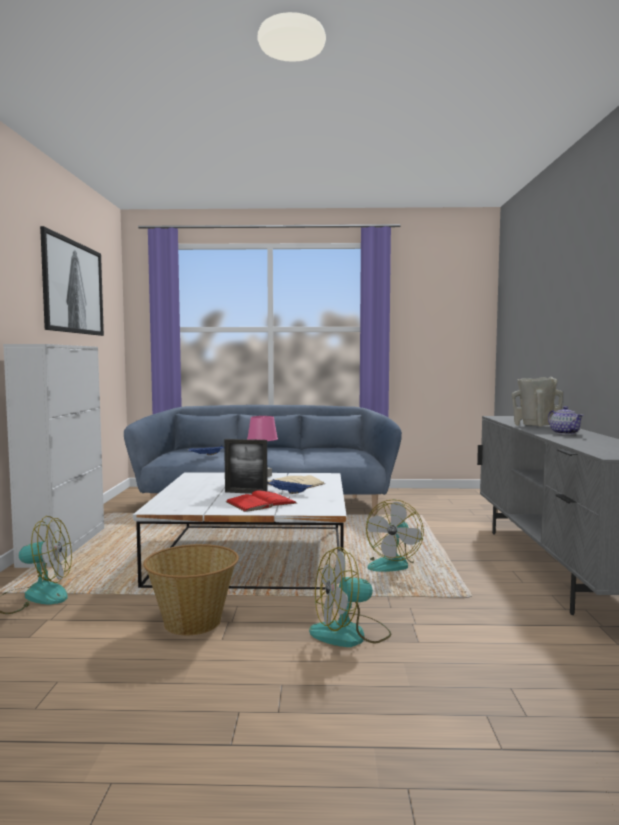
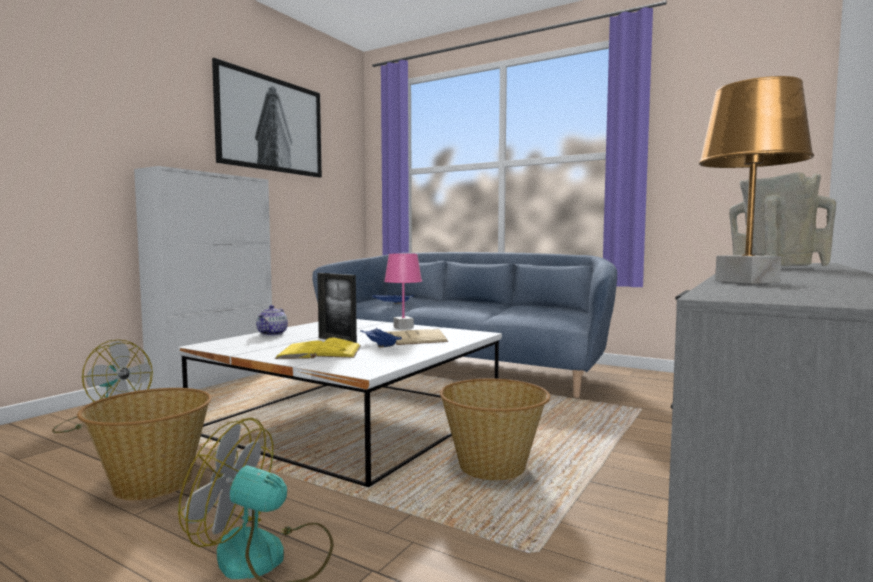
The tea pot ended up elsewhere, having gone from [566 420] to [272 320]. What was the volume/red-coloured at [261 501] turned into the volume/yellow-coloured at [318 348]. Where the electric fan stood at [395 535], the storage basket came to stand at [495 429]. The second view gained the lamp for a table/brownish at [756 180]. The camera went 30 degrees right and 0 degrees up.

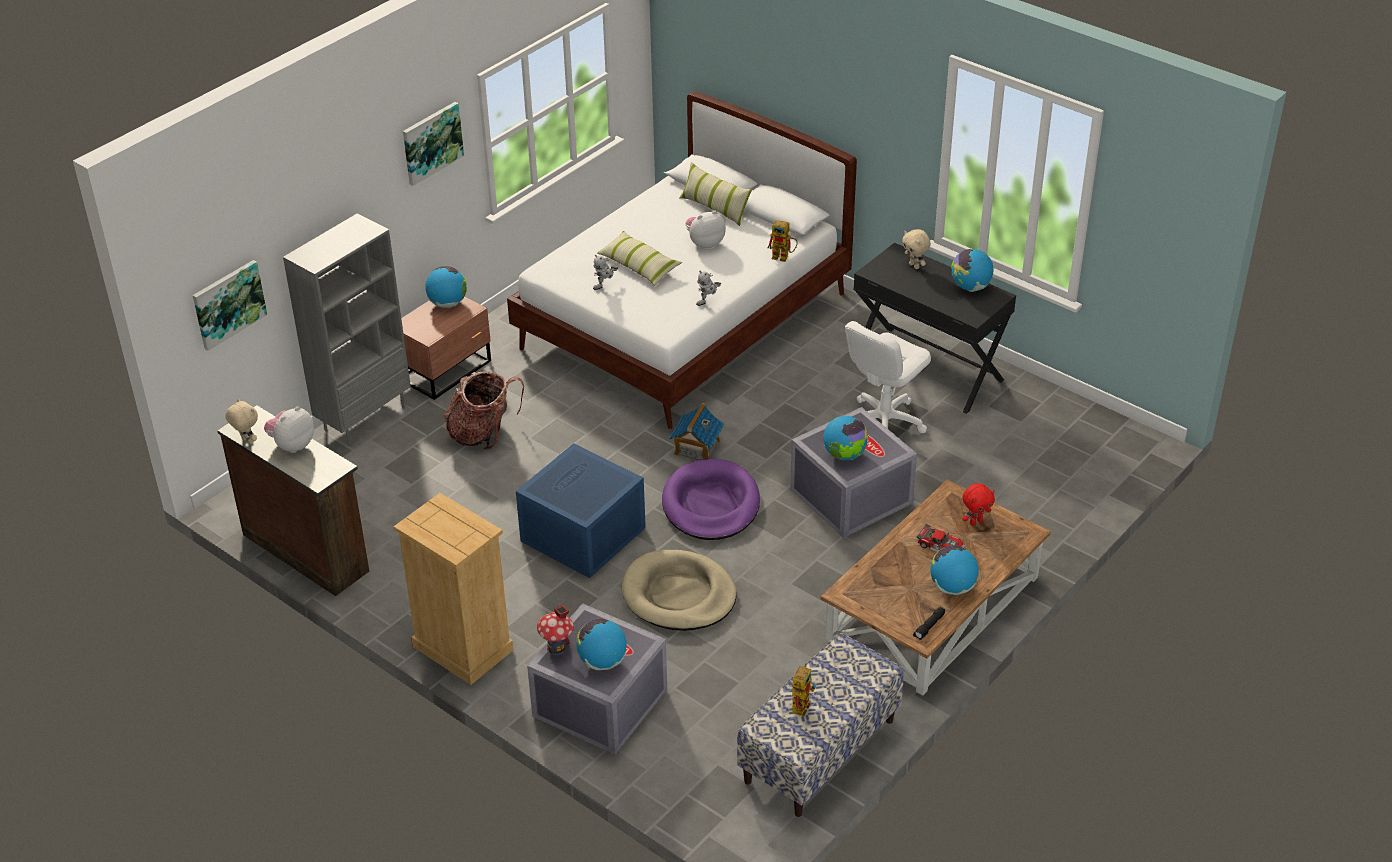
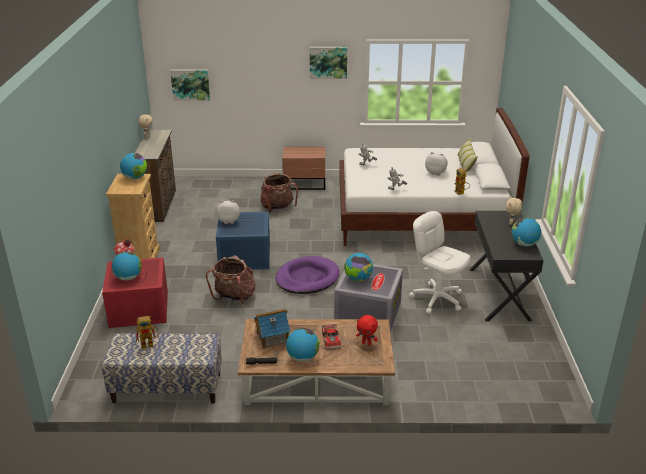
The second view lost the bookcase/greyish at [347 329]. The second view lost the throw pillow at [639 258]. The world globe ended up elsewhere, having gone from [446 287] to [133 166]. The computer chair/white at [888 377] ended up facing another way, 45 degrees clockwise from before. The toy house ended up elsewhere, having gone from [696 431] to [272 329]. The plush toy ended up elsewhere, having gone from [289 429] to [228 212]. Where the dog bed/sand-coloured stood at [679 590], the knapsack came to stand at [231 279]. What was the storage bin/greyish at [597 678] turned into the storage bin/red-coloured at [135 292]. The camera went 50 degrees right and 10 degrees down.

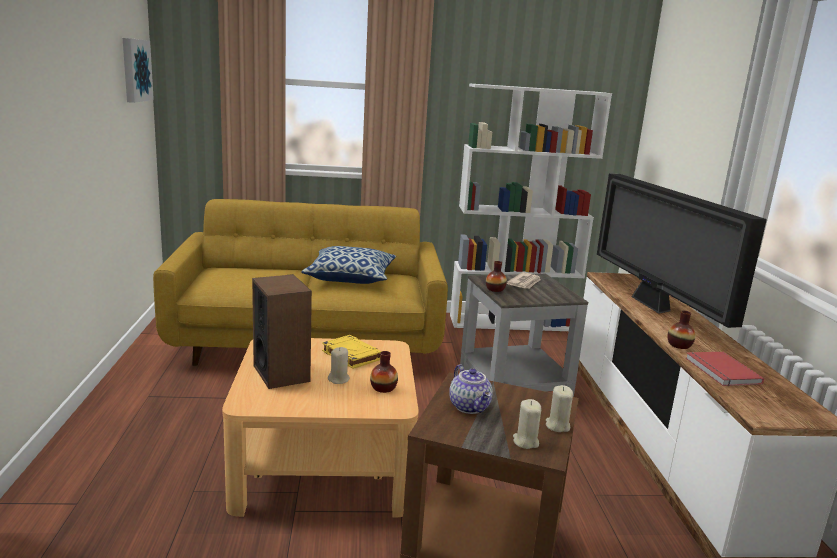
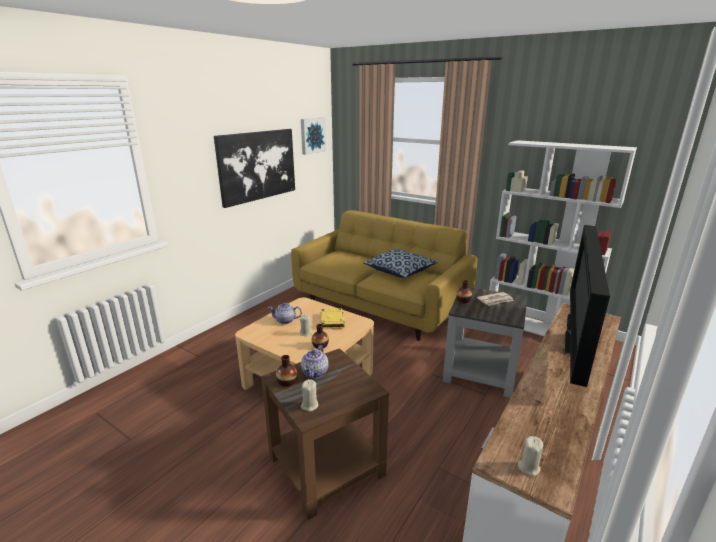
Where the loudspeaker stood at [282 331], the tea pot came to stand at [285 313]. The vase ended up elsewhere, having gone from [681 330] to [287 371]. The second view lost the volume/red-coloured at [725 369]. The wax light/sand-coloured ended up elsewhere, having gone from [559 408] to [530 456]. The second view gained the wall picture at [254 168]. The camera went 40 degrees right and 5 degrees up.

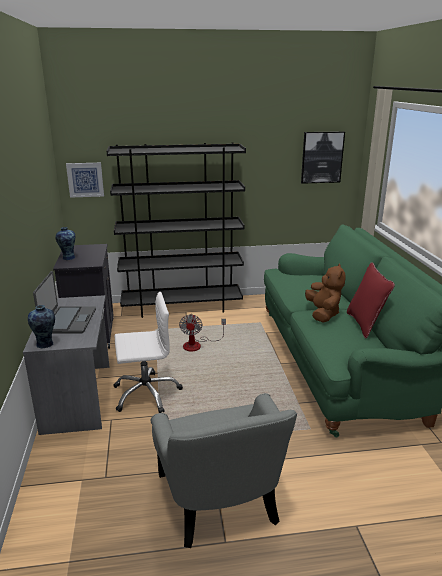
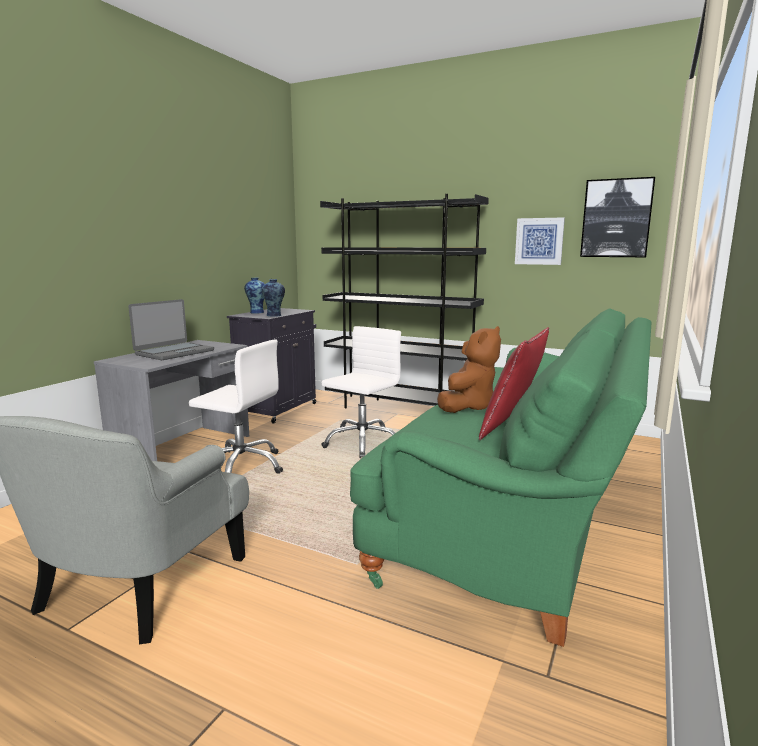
The wall picture ended up elsewhere, having gone from [85 180] to [540 241]. The vase ended up elsewhere, having gone from [41 327] to [273 298]. Where the electric fan stood at [202 332], the computer chair/white came to stand at [361 392]. The camera went 35 degrees right and 10 degrees down.

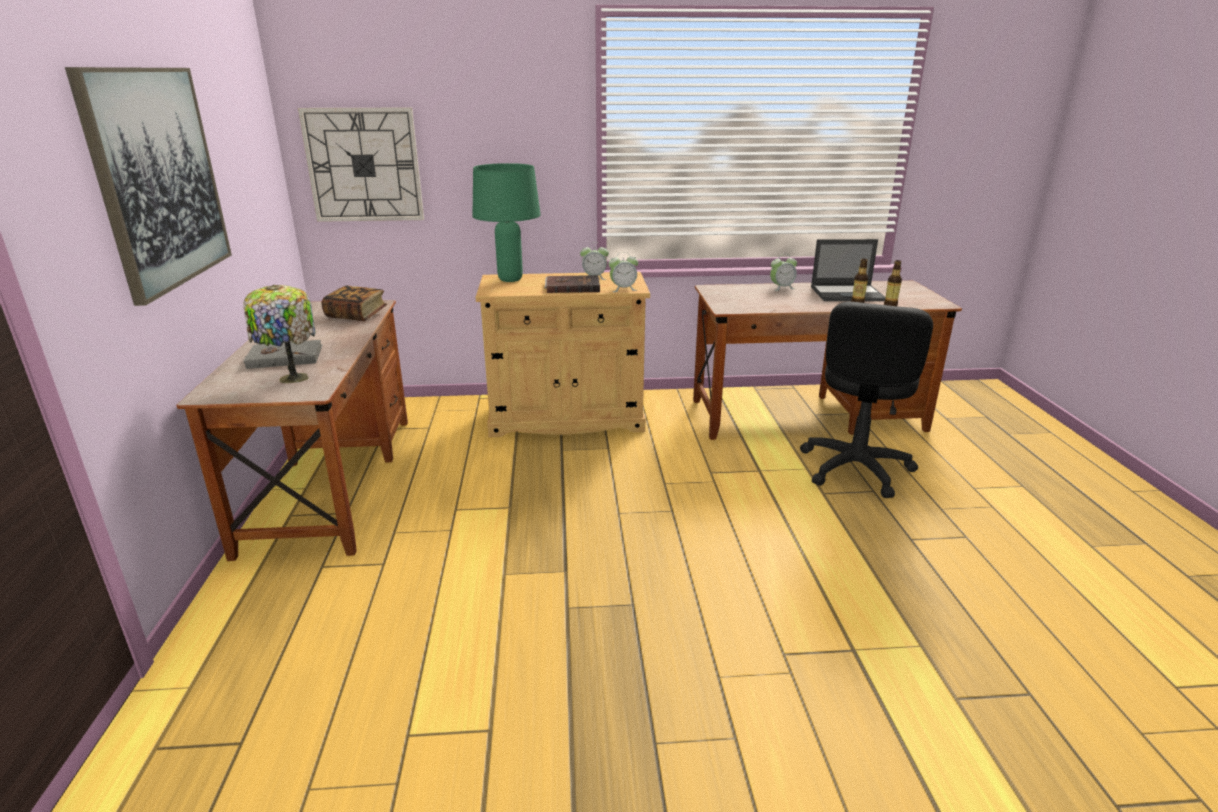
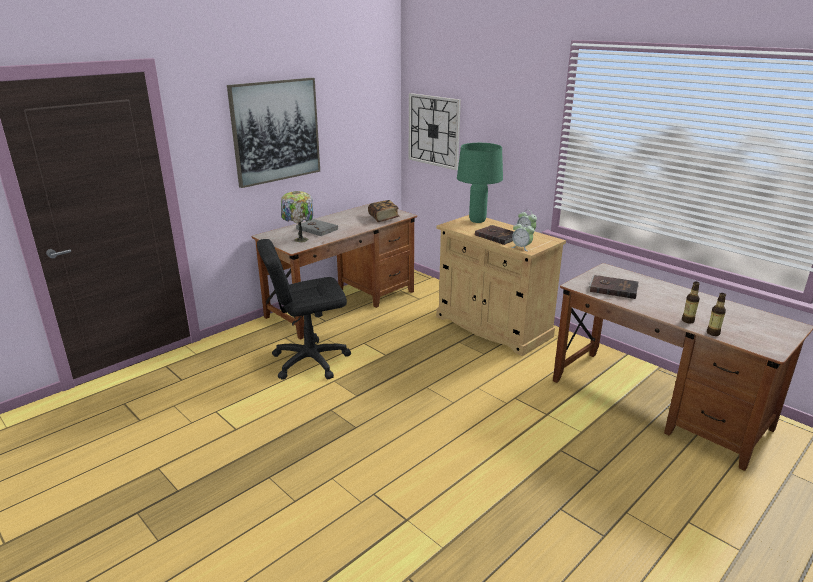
The second view lost the portable computer at [848 270]. The second view lost the bedside clock at [783 272]. The computer chair/blackish ended up elsewhere, having gone from [866 400] to [304 309]. The second view gained the volume/brownish at [614 287]. The camera went 50 degrees right and 0 degrees up.

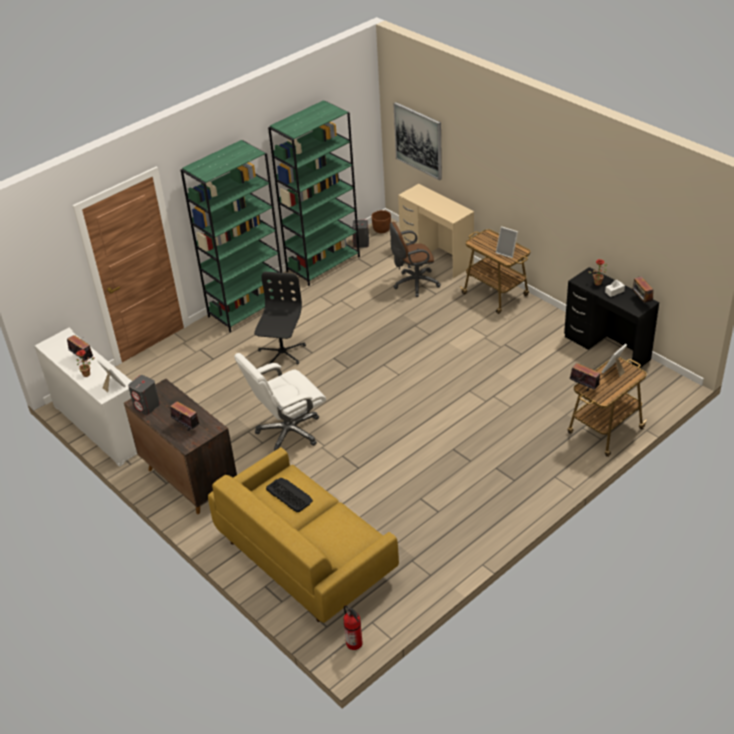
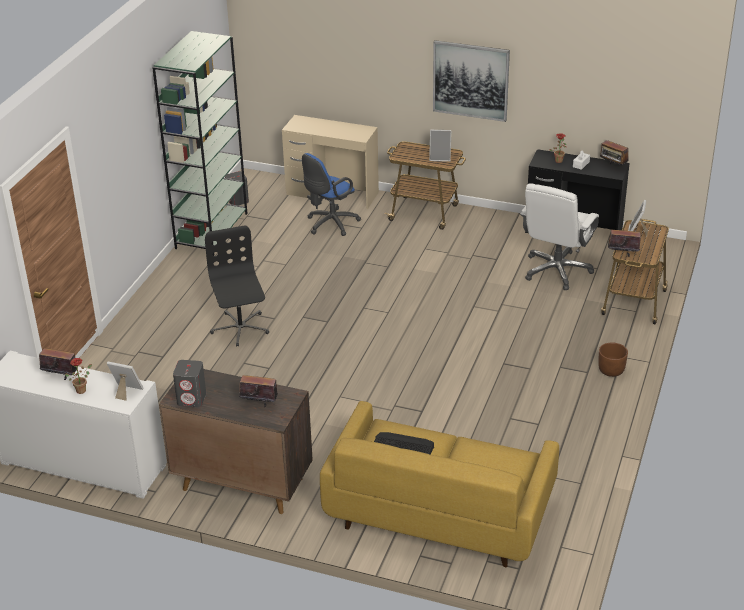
The wall picture ended up elsewhere, having gone from [417 141] to [471 81]. The second view lost the bookcase/green at [233 236]. The plant pot/brownish ended up elsewhere, having gone from [381 221] to [613 359]. What was the computer chair/brownish at [415 259] turned into the computer chair/blue at [331 194]. The computer chair/white ended up elsewhere, having gone from [280 402] to [559 236]. The second view lost the fire-fighting cylinder at [353 627]. The camera went 30 degrees left and 5 degrees down.

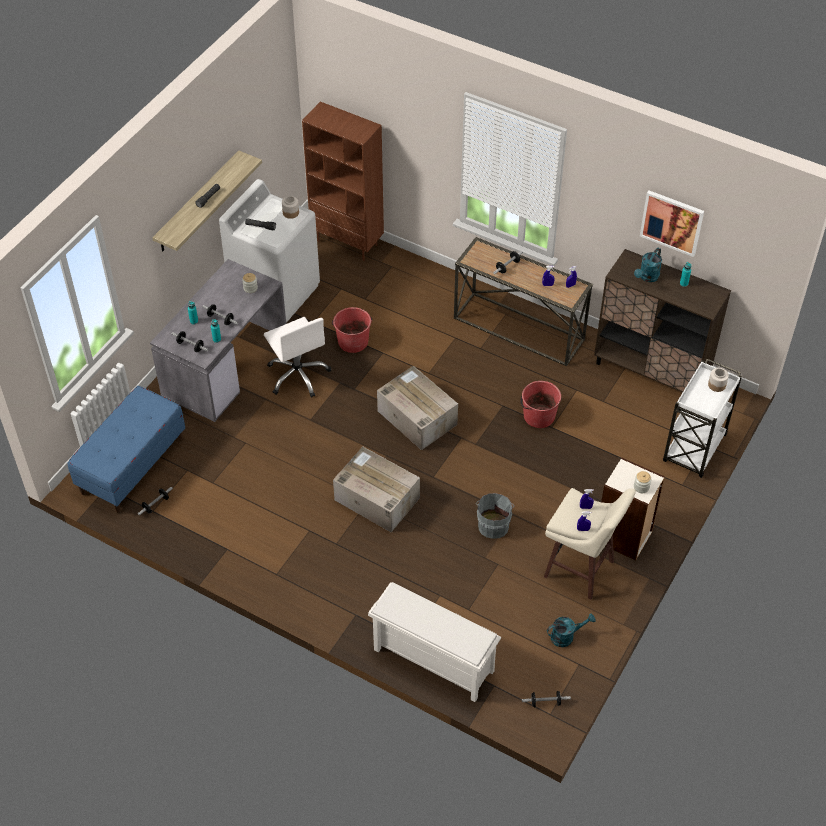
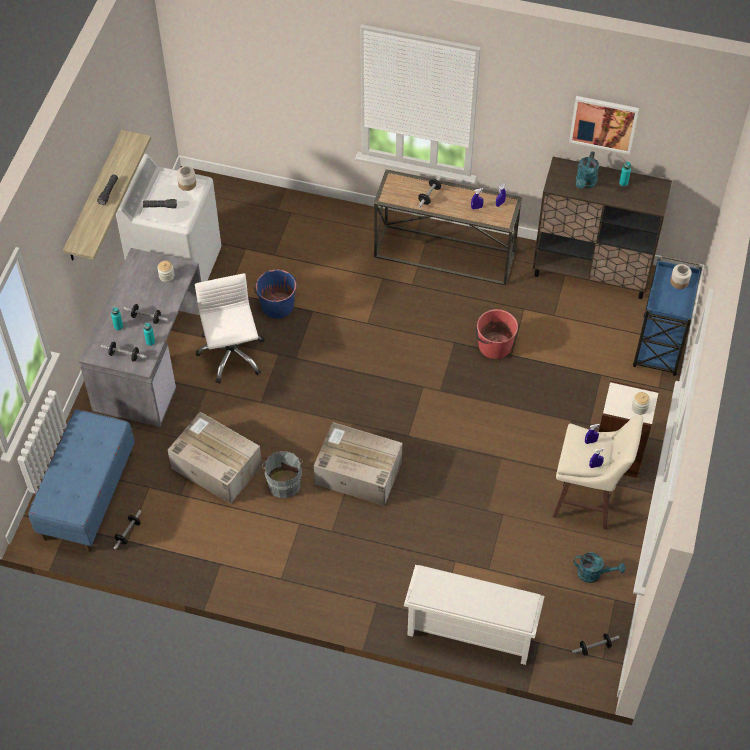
The second view lost the bookcase/brownish at [343 181]. What was the pail/red-coloured at [352 330] turned into the pail/blue at [275 293]. The computer chair/white at [297 357] ended up facing another way, 150 degrees counterclockwise from before. What was the trolley/white at [702 418] turned into the trolley/blue at [667 316]. The cardboard box ended up elsewhere, having gone from [417 408] to [215 458]. The pail/greyish ended up elsewhere, having gone from [495 516] to [282 474]. The watering pot/blue-green at [571 630] ended up facing another way, 45 degrees clockwise from before. The camera went 15 degrees left and 5 degrees up.

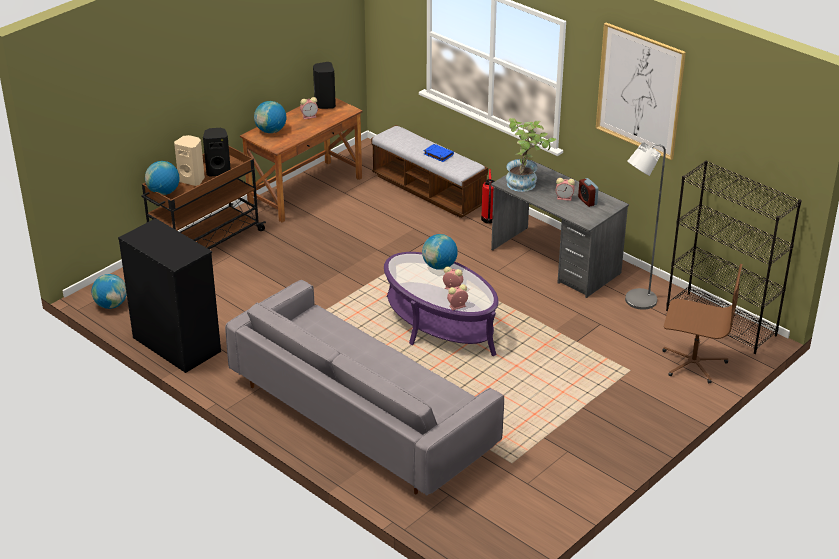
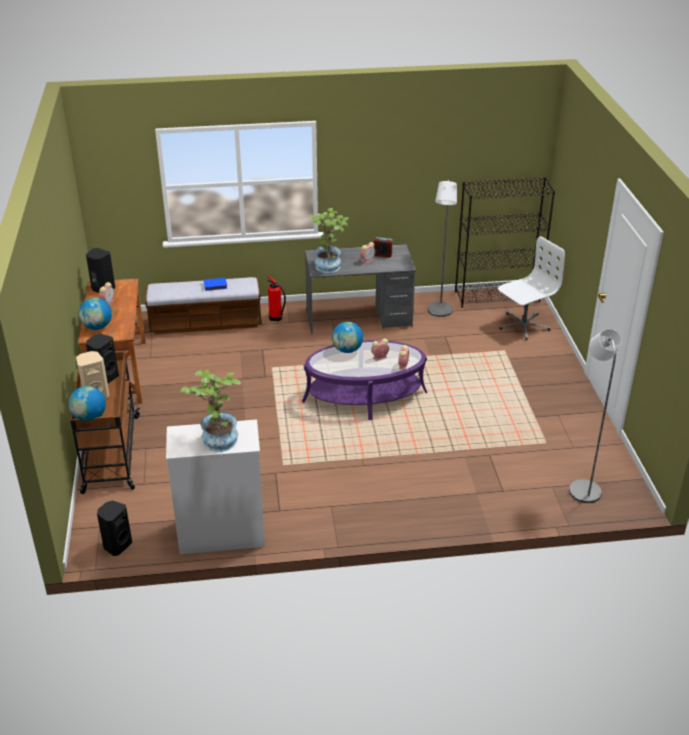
The second view lost the wall picture at [641 91]. What was the drawer chest/blackish at [169 295] turned into the drawer chest/white at [215 486]. What was the computer chair/brownish at [702 323] turned into the computer chair/white at [531 288]. Where the world globe stood at [109 291], the loudspeaker/blackish came to stand at [114 528]. The second view lost the settee/greyish at [364 388]. The second view gained the standard lamp/greyish at [595 416]. The second view gained the potted plant at [210 411]. The camera went 50 degrees left and 0 degrees up.

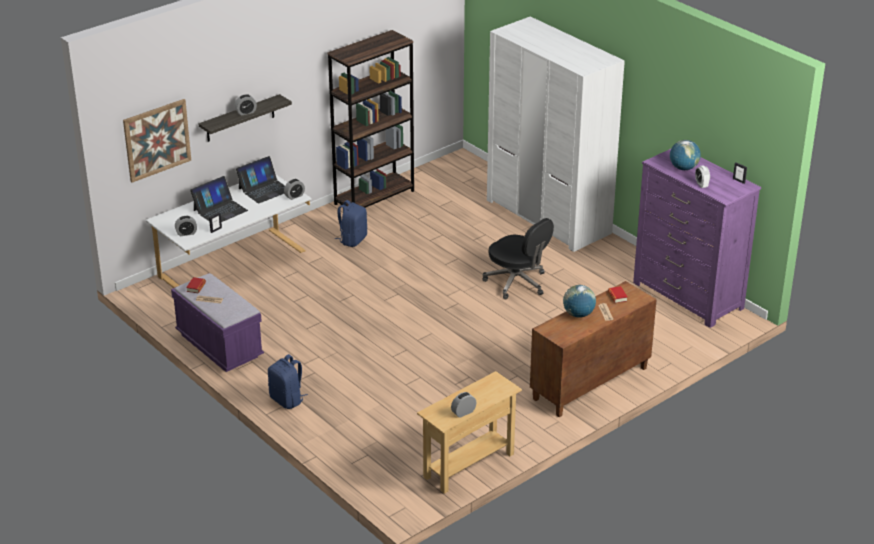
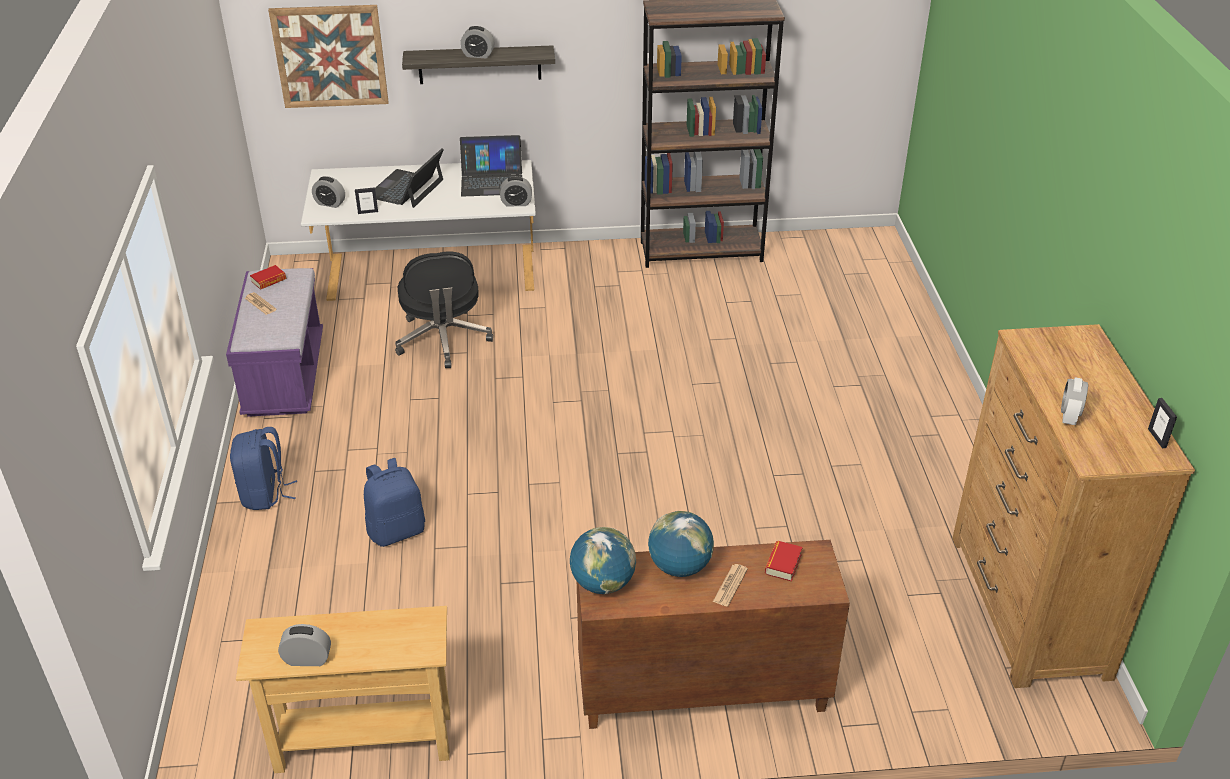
The second view lost the armoire/white at [556 134]. The world globe ended up elsewhere, having gone from [685 155] to [603 560]. What was the drawer chest/purple at [697 238] turned into the drawer chest/brownish at [1073 506]. The portable computer at [219 199] ended up facing another way, 120 degrees clockwise from before. The knapsack/blue ended up elsewhere, having gone from [351 223] to [394 502]. The computer chair/blackish ended up elsewhere, having gone from [518 258] to [444 309]. The camera went 35 degrees right and 5 degrees up.

